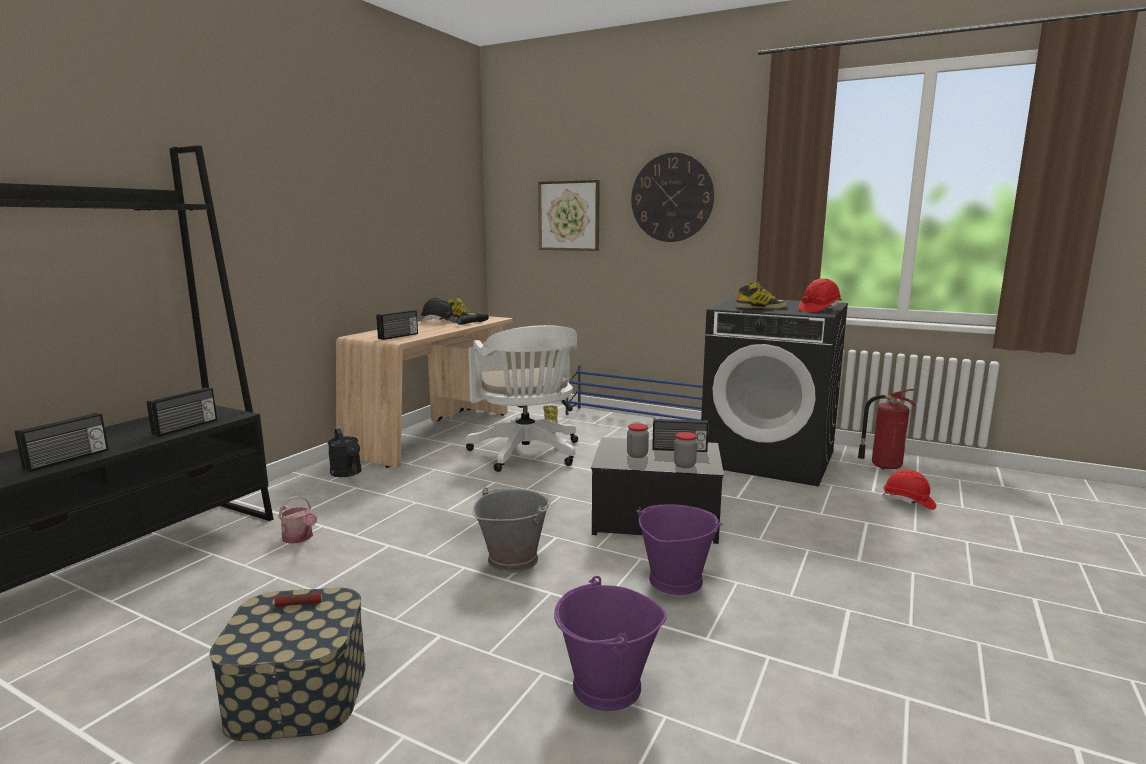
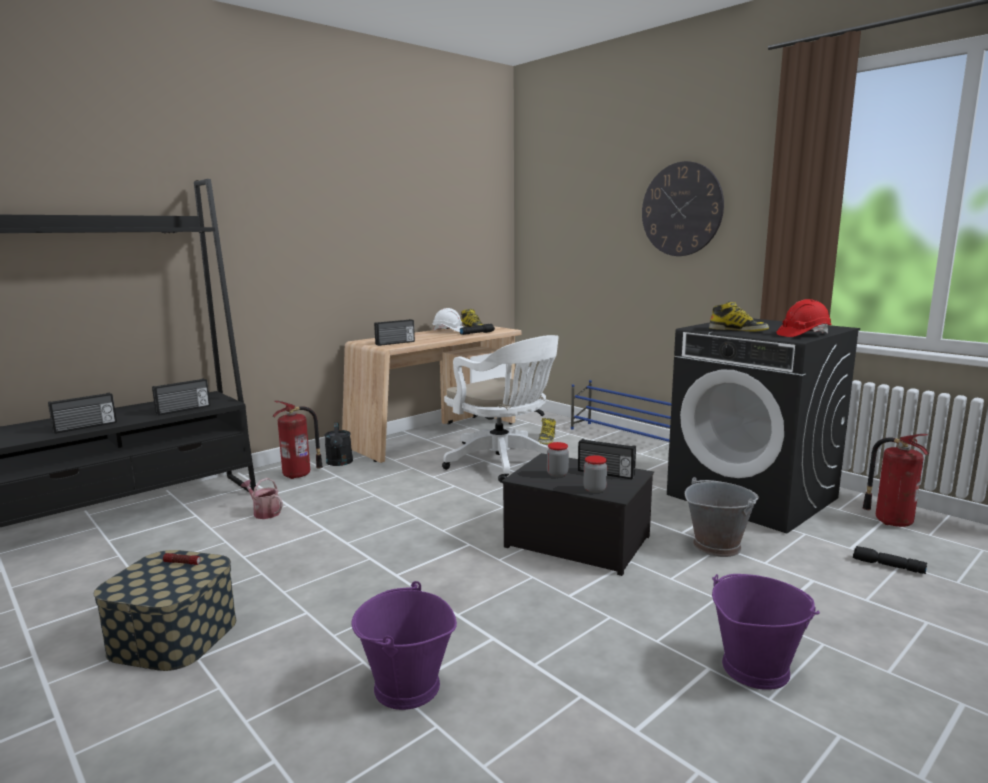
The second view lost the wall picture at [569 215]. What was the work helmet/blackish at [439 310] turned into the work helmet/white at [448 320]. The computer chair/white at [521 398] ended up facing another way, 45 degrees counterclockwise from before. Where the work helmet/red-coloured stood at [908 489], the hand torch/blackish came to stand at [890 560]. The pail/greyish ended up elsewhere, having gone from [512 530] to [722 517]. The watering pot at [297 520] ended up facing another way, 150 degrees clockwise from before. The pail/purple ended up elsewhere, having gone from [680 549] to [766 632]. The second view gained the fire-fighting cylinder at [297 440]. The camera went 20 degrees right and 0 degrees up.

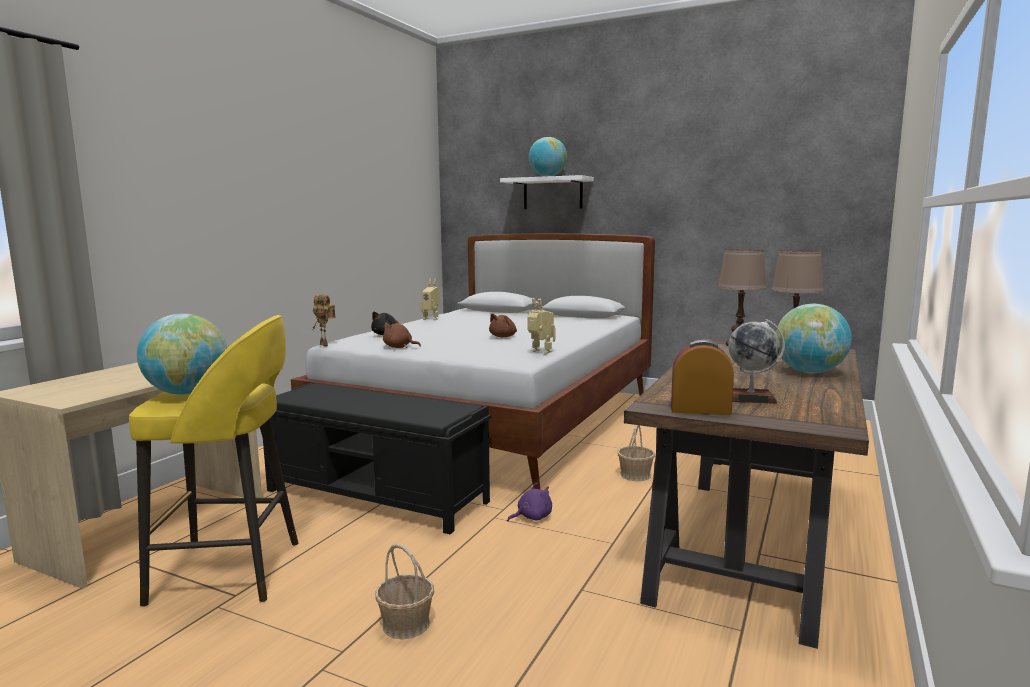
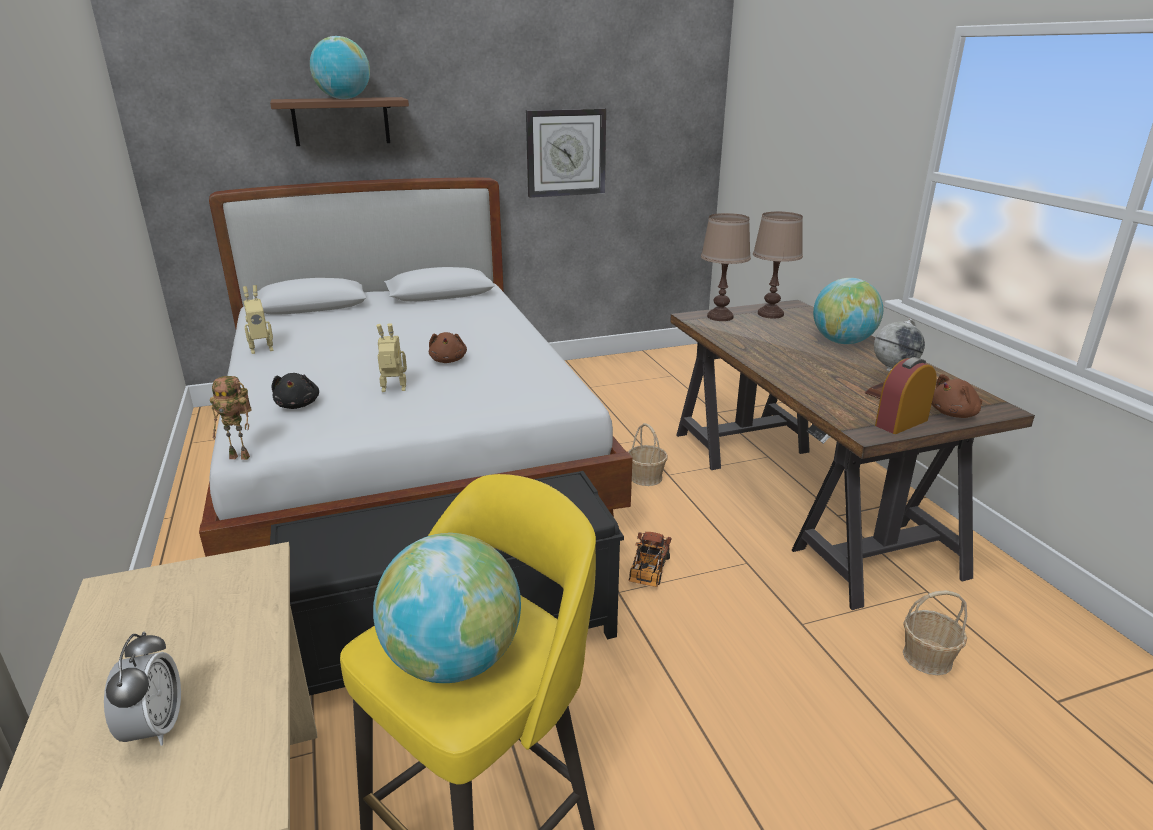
What was the shelf/white at [547 192] turned into the shelf/brownish at [339 121]. The toy robot ended up elsewhere, having gone from [541 326] to [391 357]. The plush toy/brownish ended up elsewhere, having gone from [402 334] to [957 396]. Where the plush toy/purple stood at [529 502], the toy truck came to stand at [649 559]. The storage basket ended up elsewhere, having gone from [404 591] to [935 632]. The second view gained the clock on the wall at [566 153]. The second view gained the bedside clock at [142 688]. The camera went 45 degrees left and 15 degrees up.

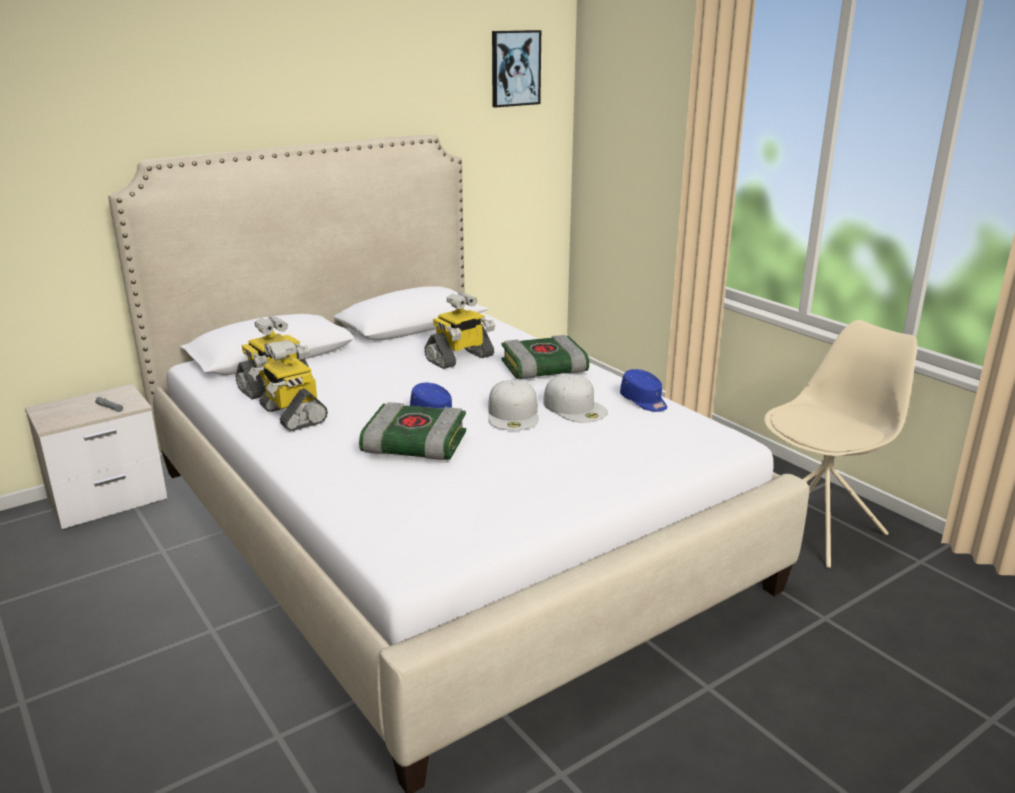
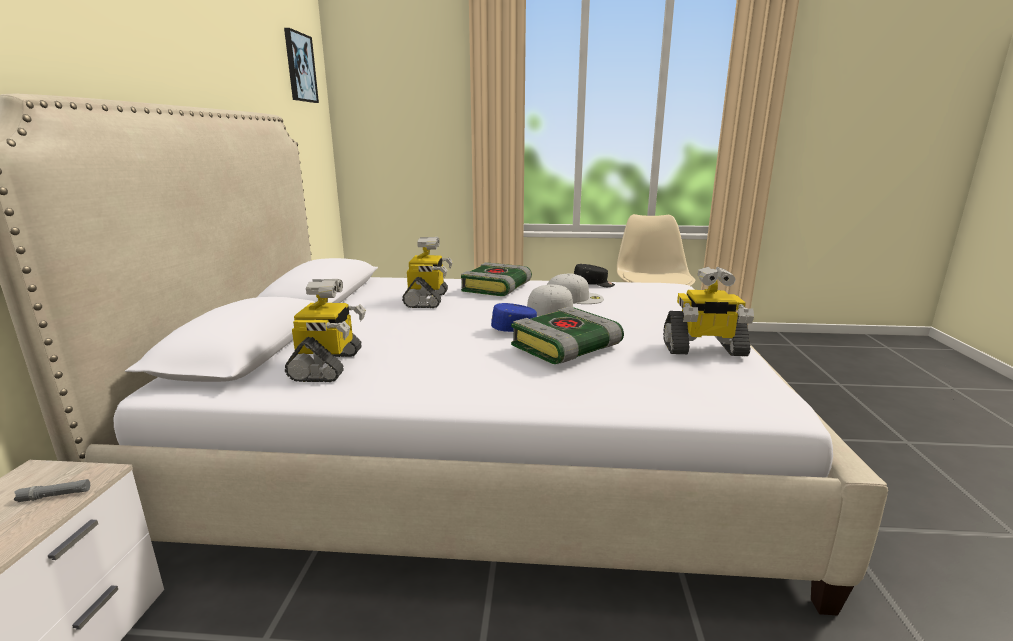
The toy robot ended up elsewhere, having gone from [288 385] to [708 311]. What was the cap/blue at [643 390] turned into the cap/blackish at [594 275]. The camera went 50 degrees left and 5 degrees down.

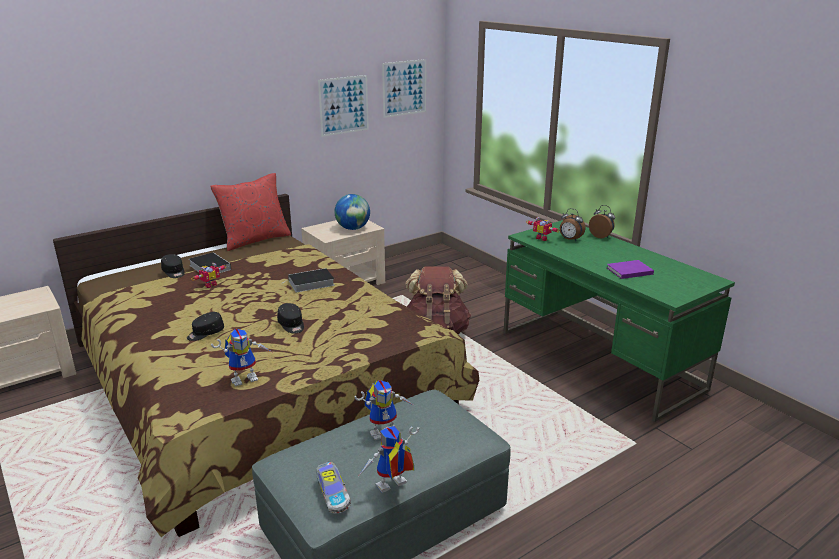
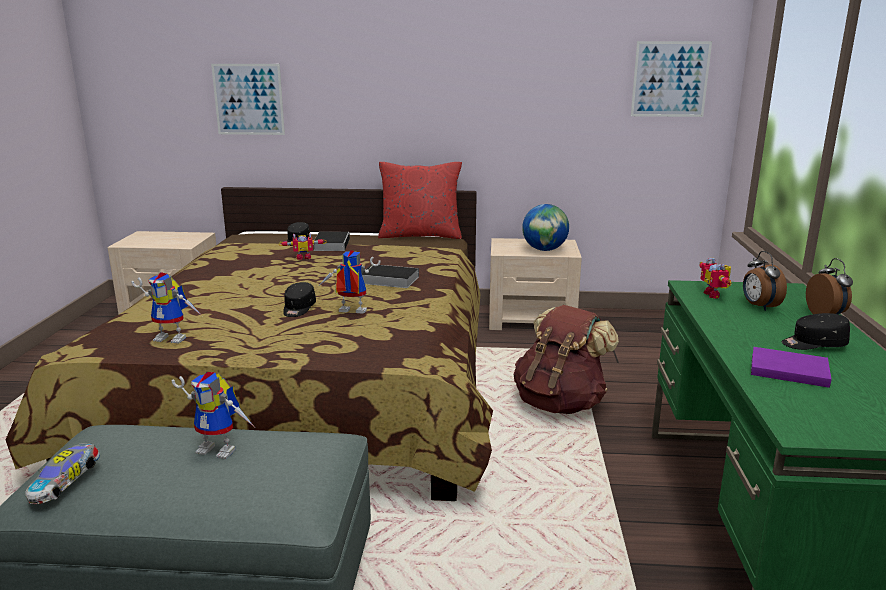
The wall picture ended up elsewhere, having gone from [343 106] to [248 99]. The cap/blackish ended up elsewhere, having gone from [205 326] to [815 331]. The toy robot ended up elsewhere, having gone from [389 459] to [350 282]. The camera went 40 degrees right and 5 degrees down.

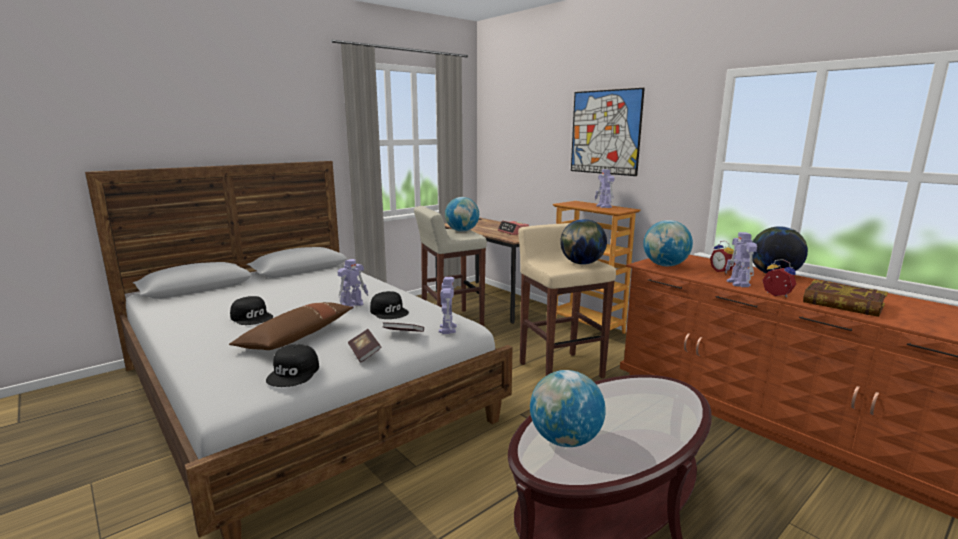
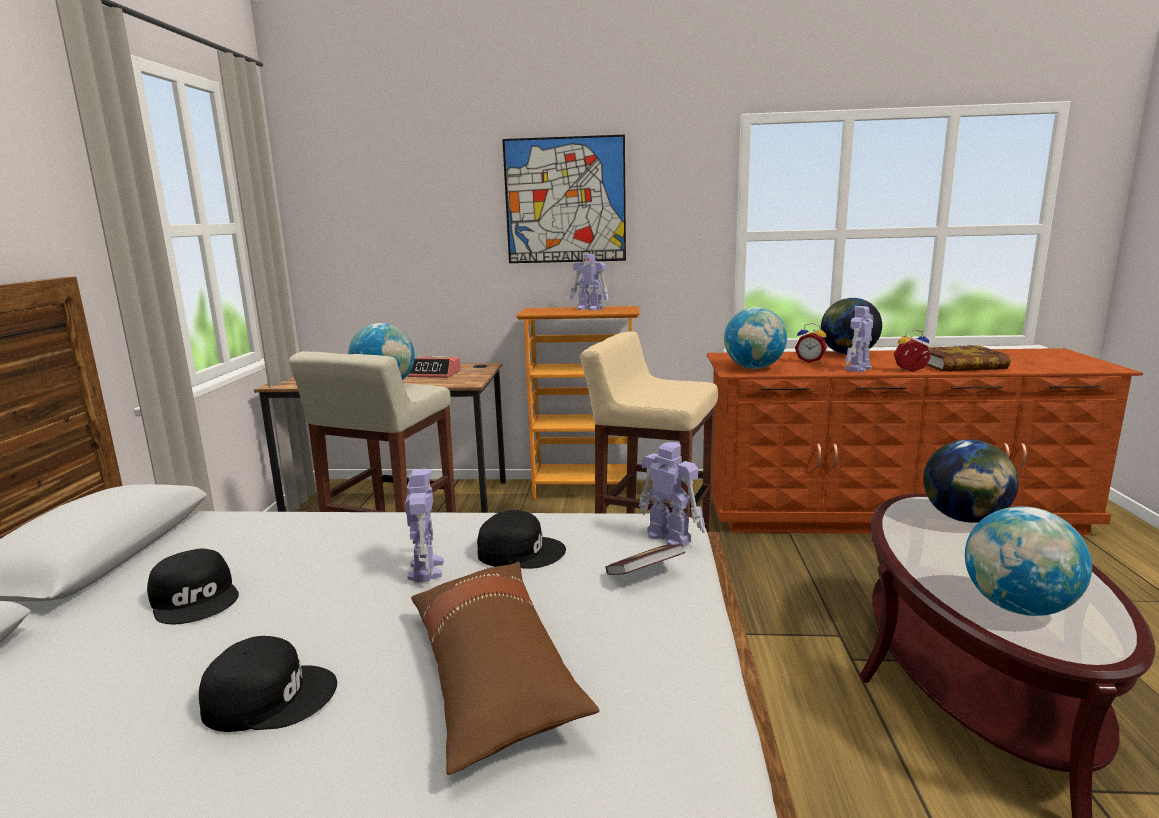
The world globe ended up elsewhere, having gone from [583 242] to [970 481]. The toy robot at [741 259] ended up facing another way, 90 degrees clockwise from before. The second view lost the volume at [365 345]. The cap/blackish ended up elsewhere, having gone from [292 365] to [193 587]. The camera went 45 degrees left and 0 degrees up.

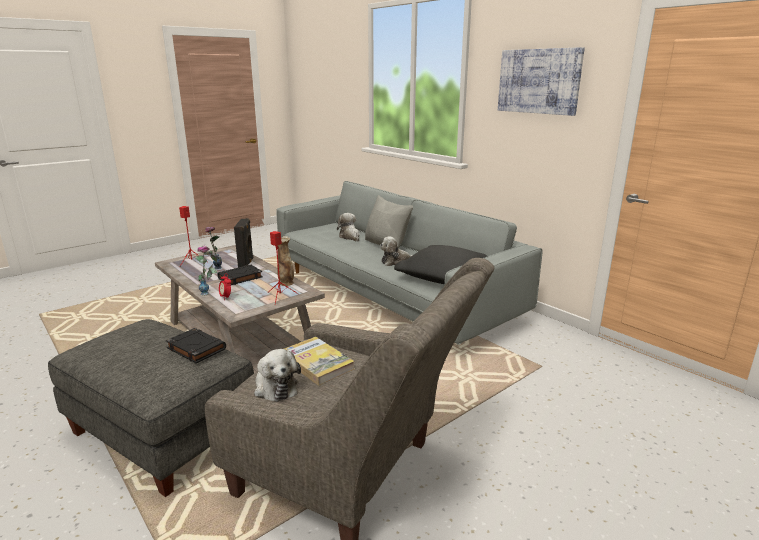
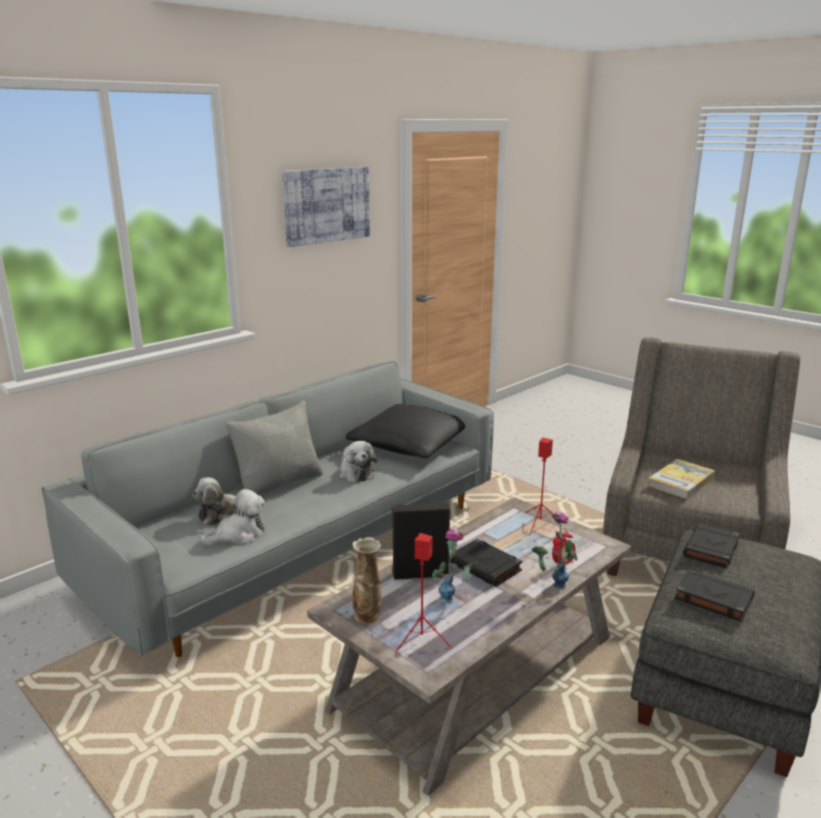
The vase ended up elsewhere, having gone from [285 261] to [367 580]. The plush toy ended up elsewhere, having gone from [277 375] to [232 517]. The second view gained the volume/blackish at [715 595]. The camera went 95 degrees left and 0 degrees up.

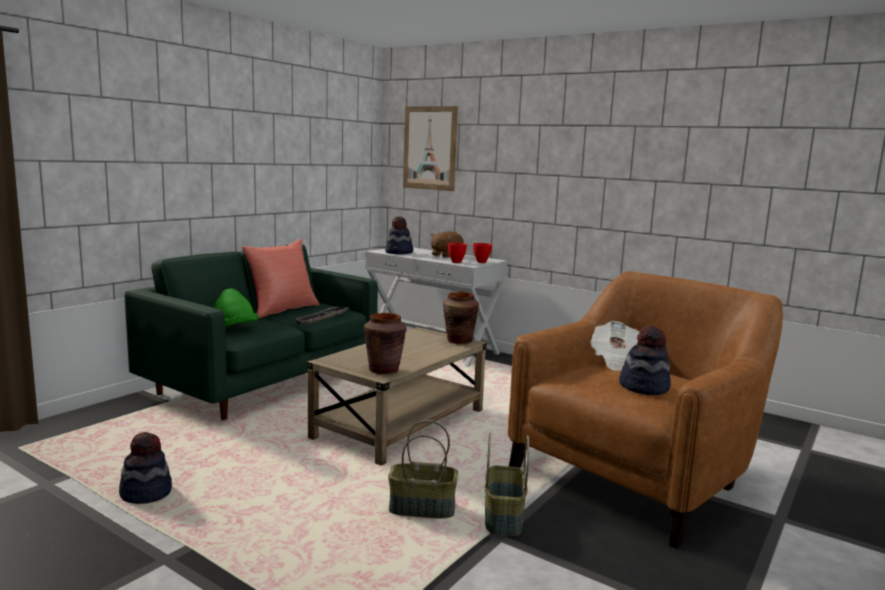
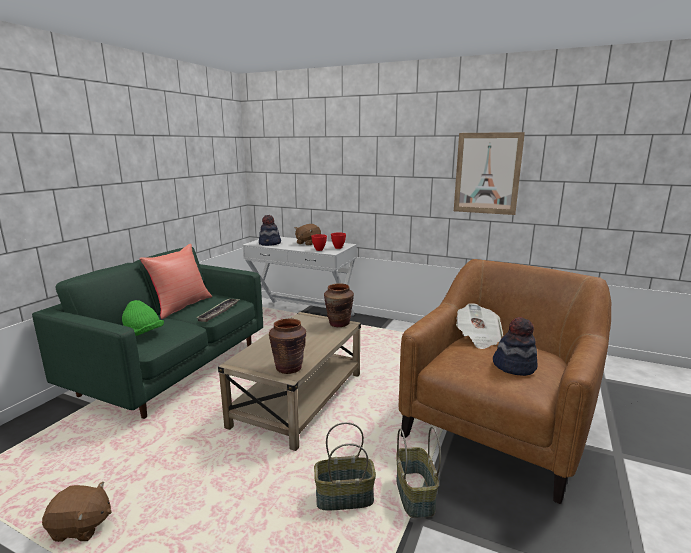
The wall picture ended up elsewhere, having gone from [430 148] to [489 173]. Where the wearable hat stood at [145 468], the plush toy/brownish came to stand at [77 512]. The camera went 10 degrees left and 5 degrees up.

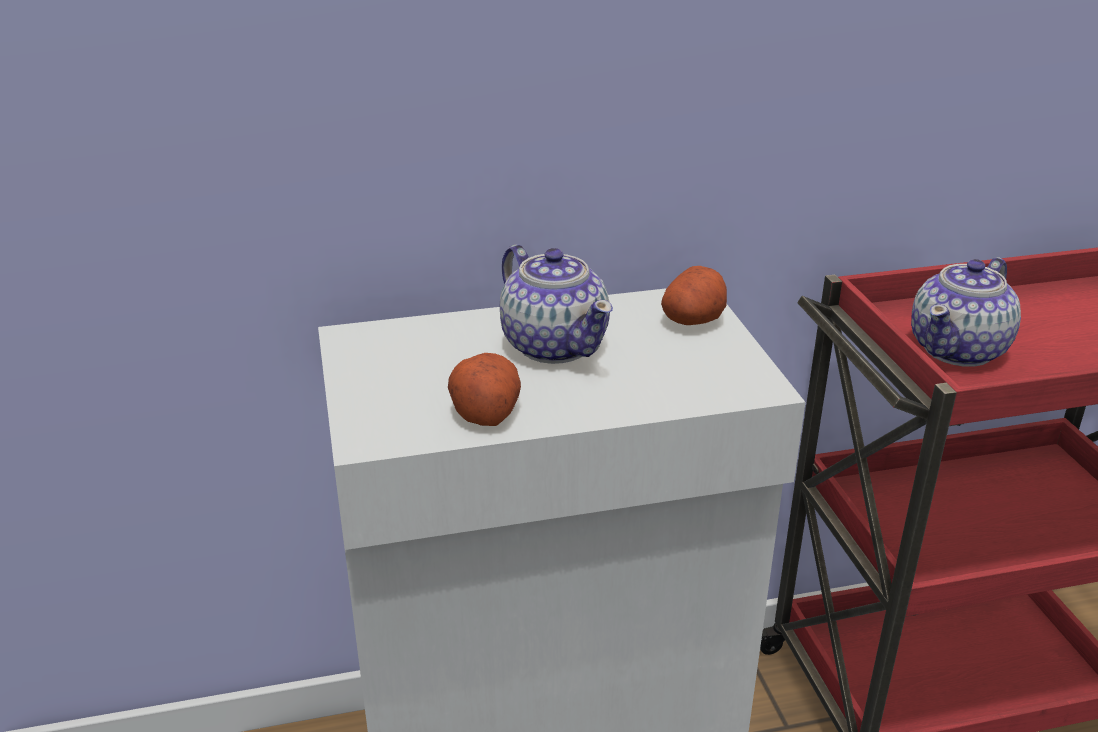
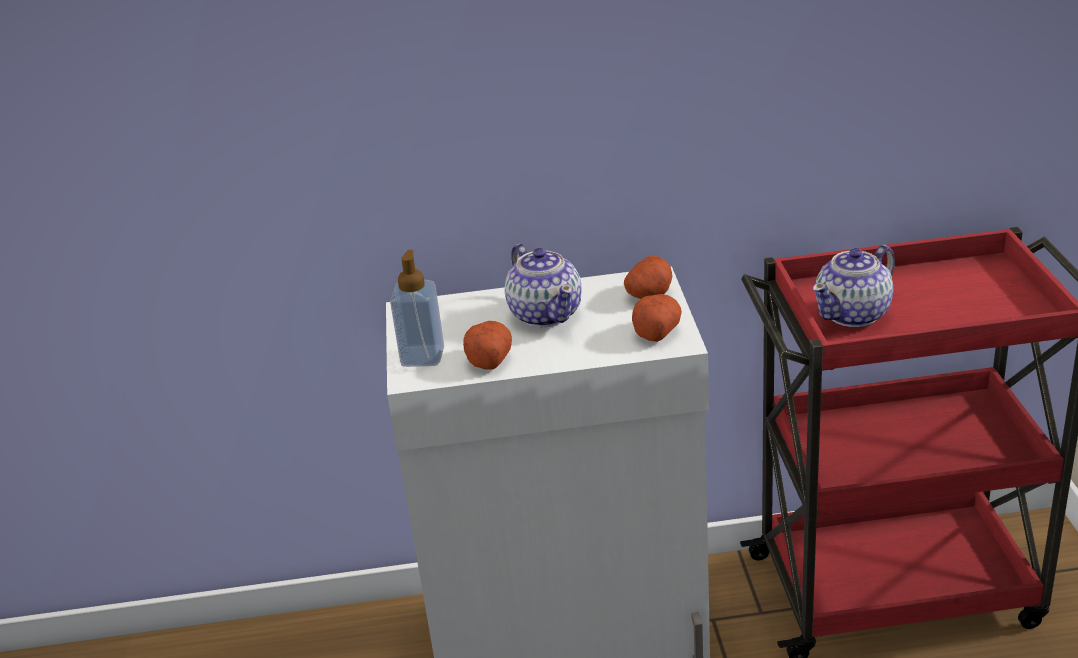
The second view gained the soap bottle at [417 308]. The second view gained the spud at [657 318]. The camera went 10 degrees right and 0 degrees up.

